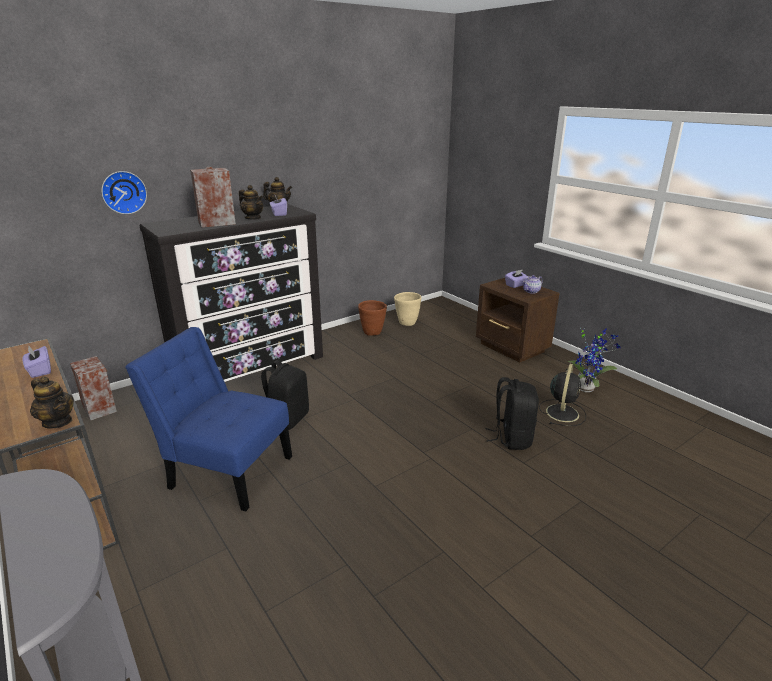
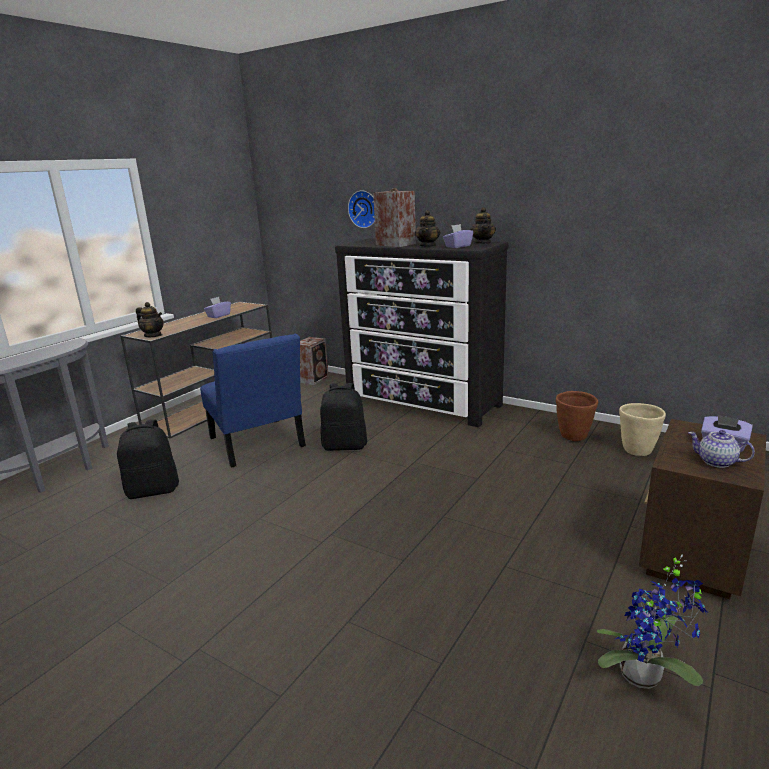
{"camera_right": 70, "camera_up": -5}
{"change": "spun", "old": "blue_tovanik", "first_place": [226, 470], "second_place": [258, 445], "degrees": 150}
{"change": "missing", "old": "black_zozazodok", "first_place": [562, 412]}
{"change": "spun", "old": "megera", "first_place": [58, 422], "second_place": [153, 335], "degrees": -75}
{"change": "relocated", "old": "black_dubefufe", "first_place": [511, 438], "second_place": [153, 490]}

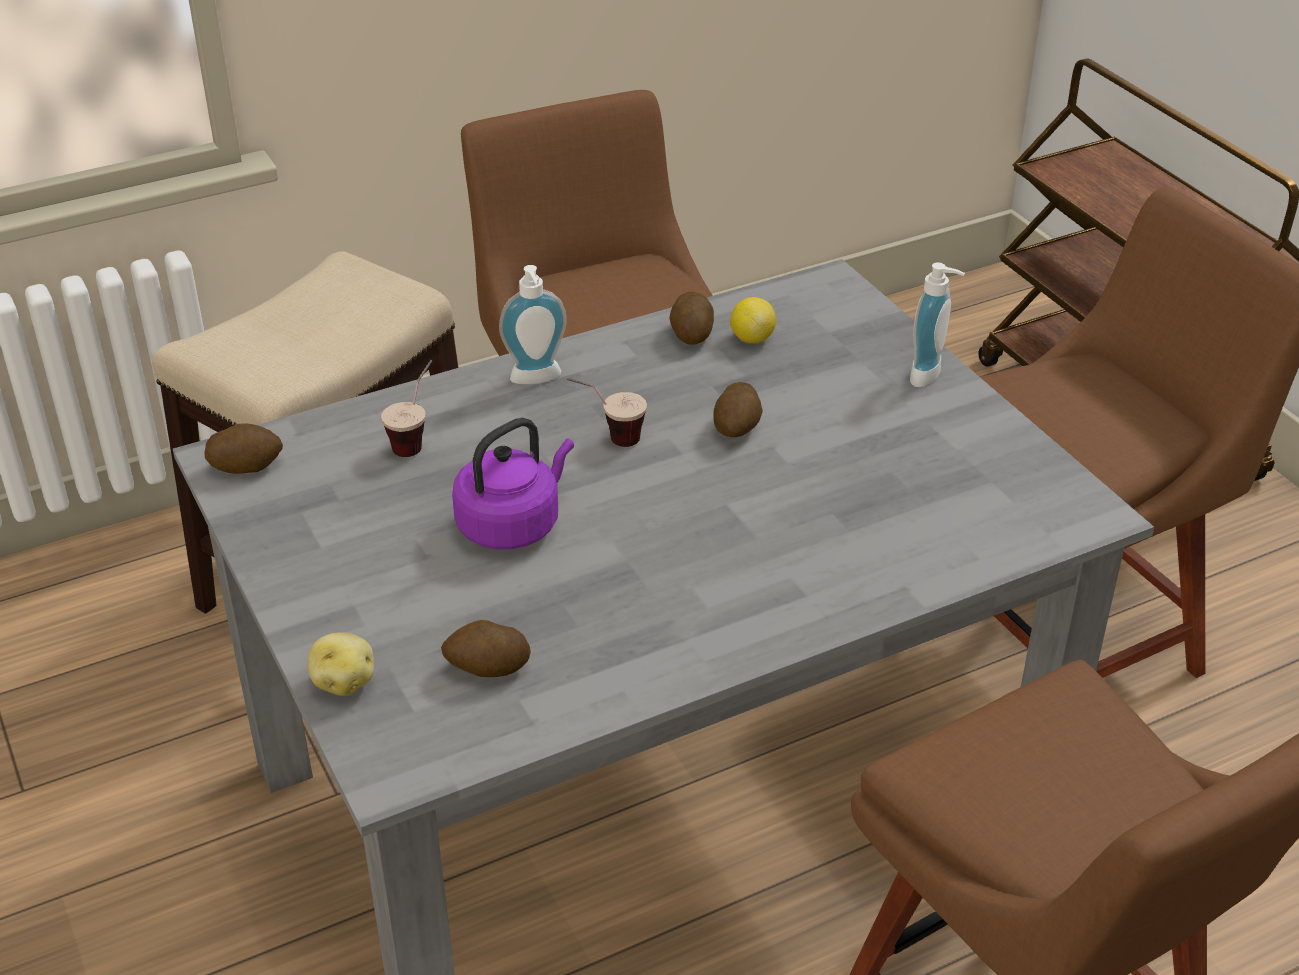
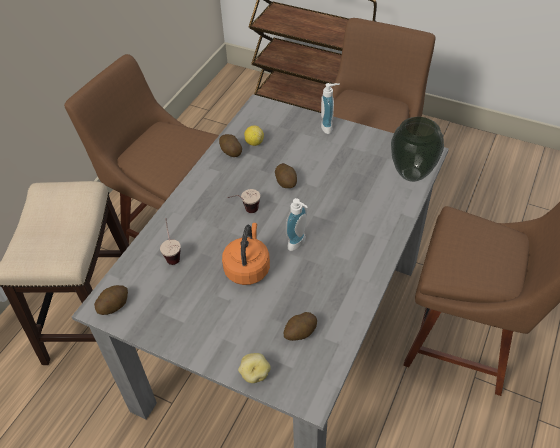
{"camera_right": -35, "camera_up": 10}
{"change": "relocated", "old": "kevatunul", "first_place": [537, 380], "second_place": [299, 244]}
{"change": "colour", "old": "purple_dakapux", "new": "orange_dakapux", "first_place": [513, 524], "second_place": [247, 268]}
{"change": "appeared", "new": "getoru", "second_place": [412, 175]}

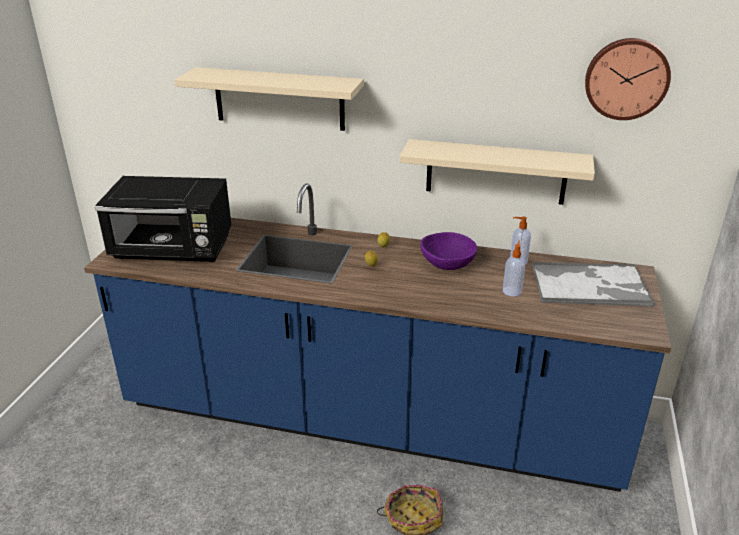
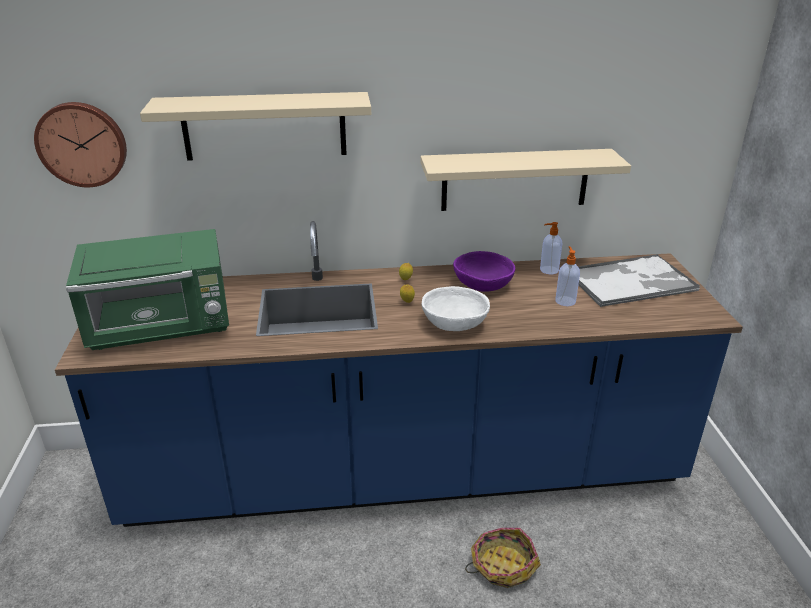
{"camera_right": -20, "camera_up": 0}
{"change": "relocated", "old": "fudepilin", "first_place": [626, 78], "second_place": [82, 144]}
{"change": "colour", "old": "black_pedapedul", "new": "green_pedapedul", "first_place": [174, 250], "second_place": [163, 326]}
{"change": "appeared", "new": "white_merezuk", "second_place": [454, 323]}

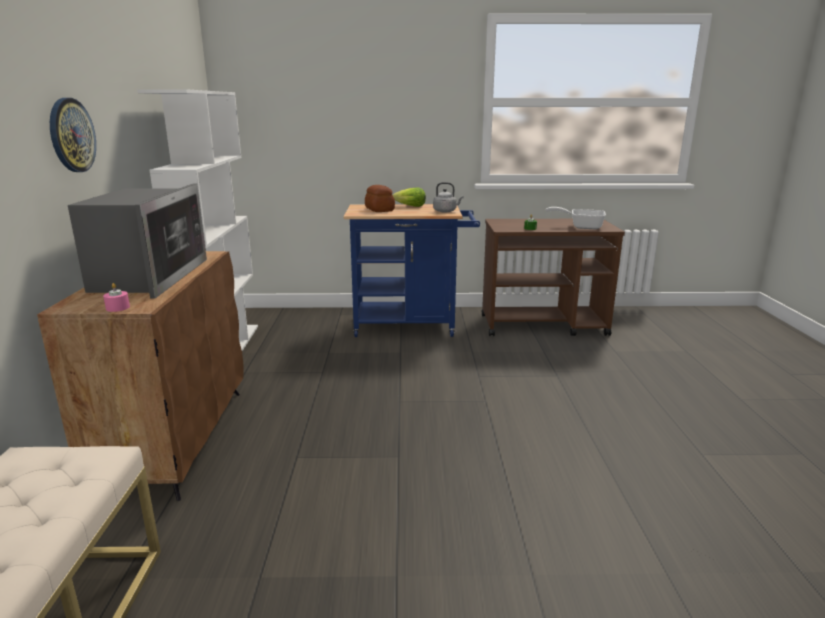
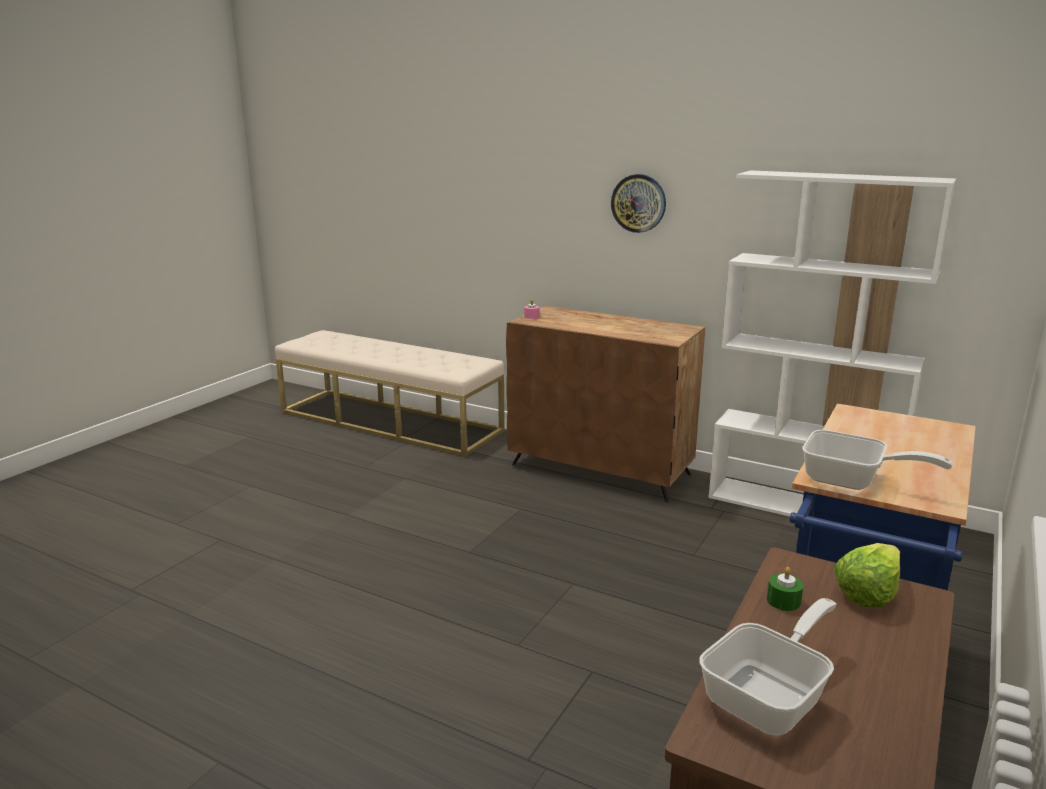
{"camera_right": 120, "camera_up": 0}
{"change": "exchanged", "old": "grey_dakapux", "new": "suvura", "first_place": [446, 211], "second_place": [852, 481]}
{"change": "missing", "old": "pedapedul", "first_place": [149, 276]}
{"change": "missing", "old": "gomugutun", "first_place": [380, 209]}
{"change": "relocated", "old": "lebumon", "first_place": [410, 206], "second_place": [867, 592]}

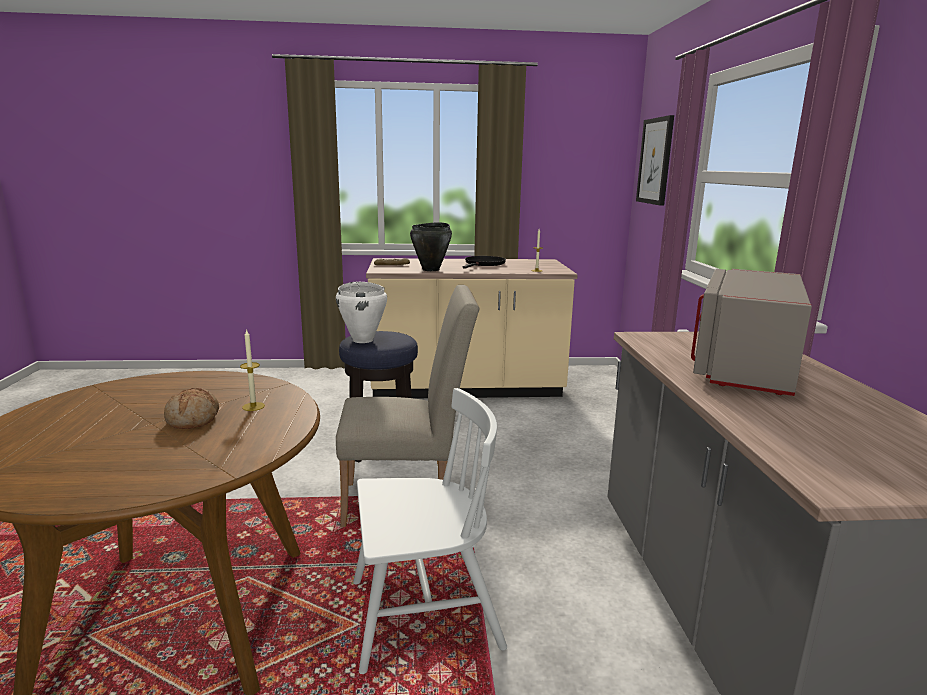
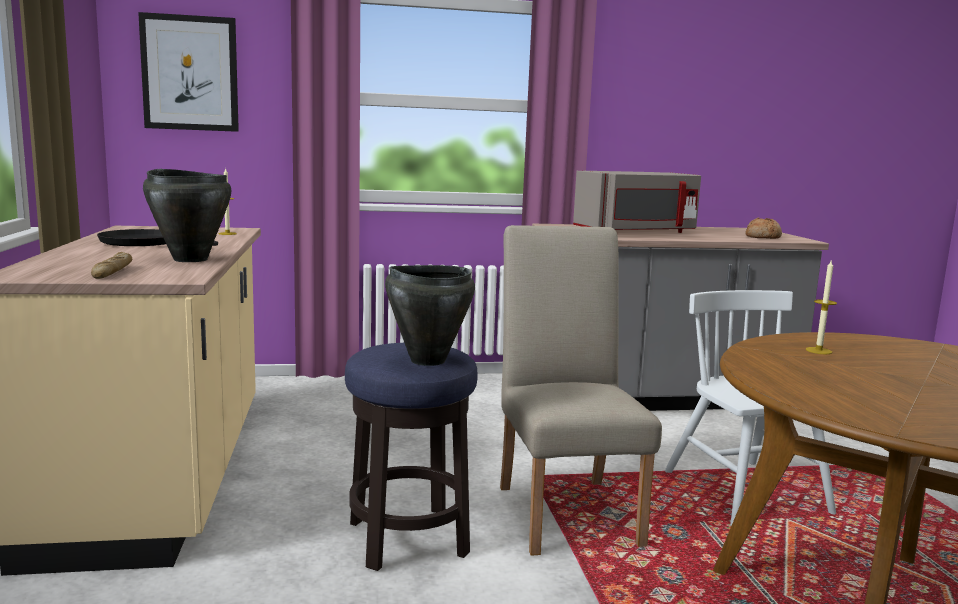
{"camera_right": -95, "camera_up": -5}
{"change": "spun", "old": "grey_pedapedul", "first_place": [742, 367], "second_place": [637, 232], "degrees": -45}
{"change": "colour", "old": "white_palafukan", "new": "black_palafukan", "first_place": [363, 340], "second_place": [427, 360]}
{"change": "relocated", "old": "gomugutun", "first_place": [194, 419], "second_place": [762, 237]}

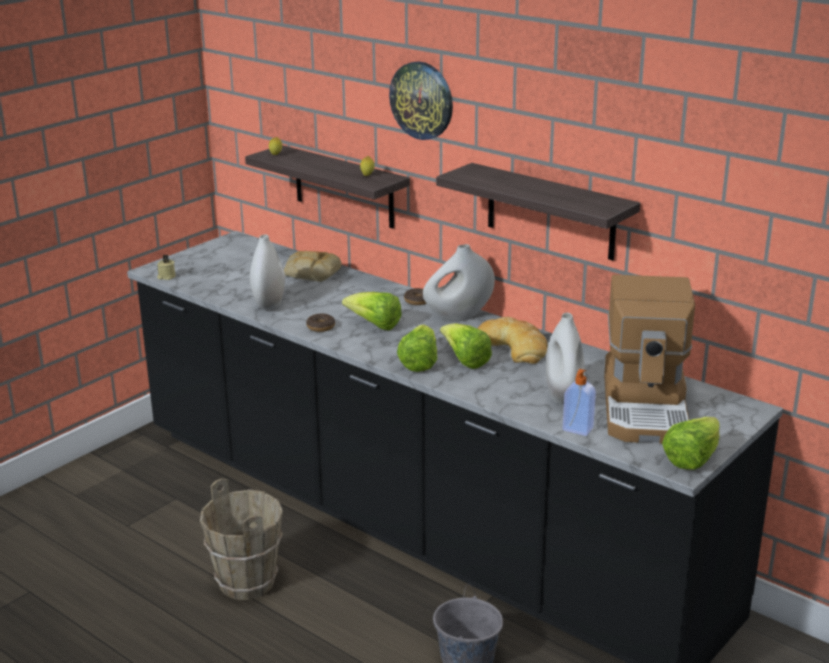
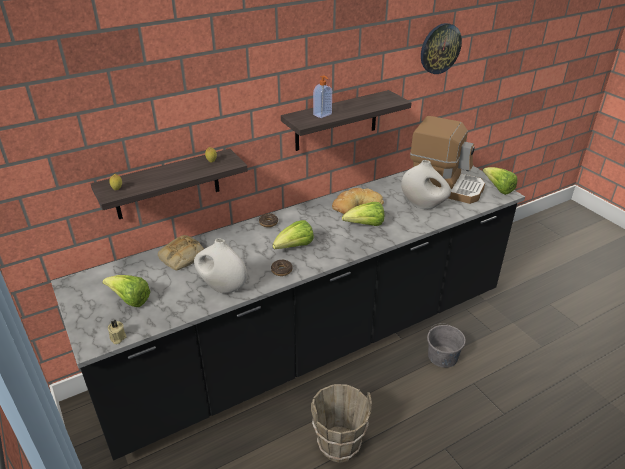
{"camera_right": -70, "camera_up": 10}
{"change": "relocated", "old": "fudepilin", "first_place": [422, 100], "second_place": [440, 48]}
{"change": "missing", "old": "white_getoru", "first_place": [458, 317]}
{"change": "relocated", "old": "lebumon", "first_place": [419, 362], "second_place": [130, 300]}
{"change": "relocated", "old": "kevatunul", "first_place": [577, 429], "second_place": [323, 115]}

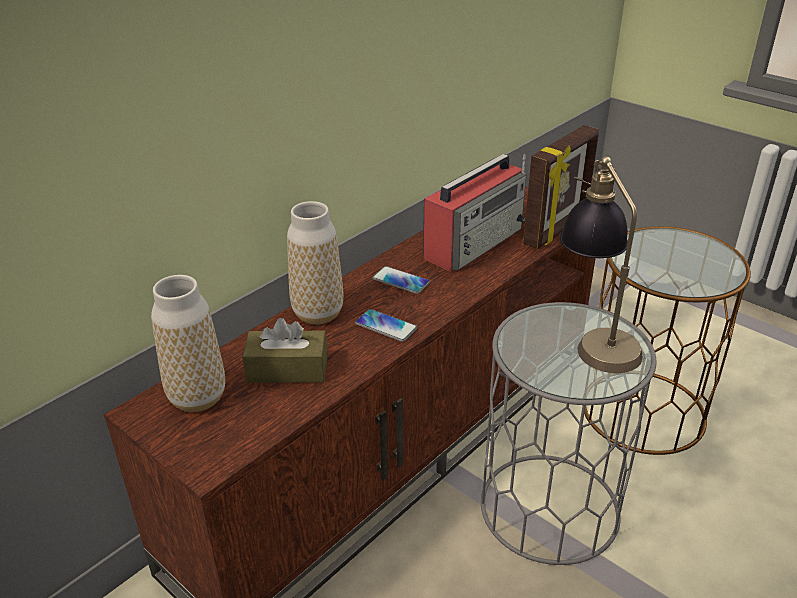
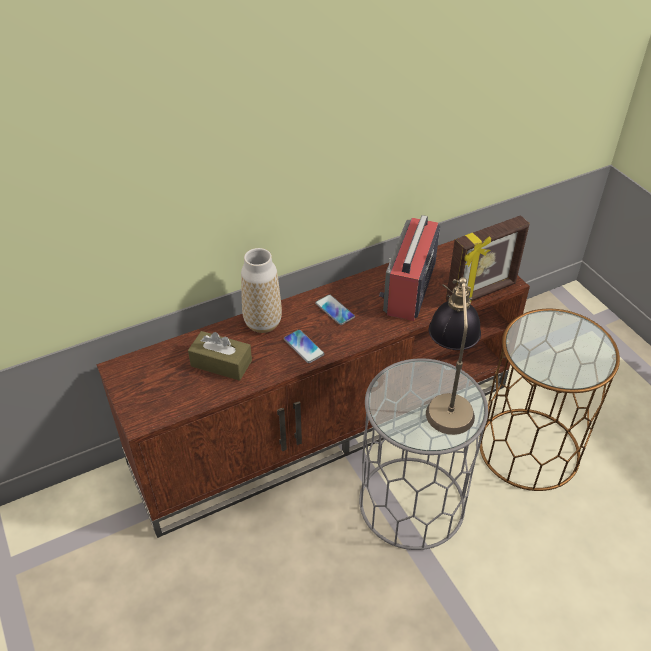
{"camera_right": 20, "camera_up": 10}
{"change": "spun", "old": "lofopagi", "first_place": [474, 242], "second_place": [409, 289], "degrees": 135}
{"change": "missing", "old": "getoru", "first_place": [197, 397]}

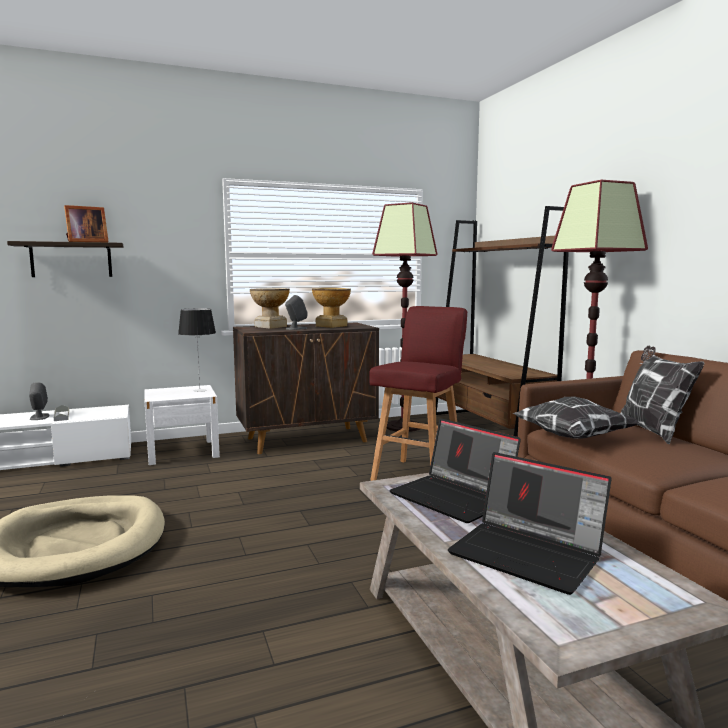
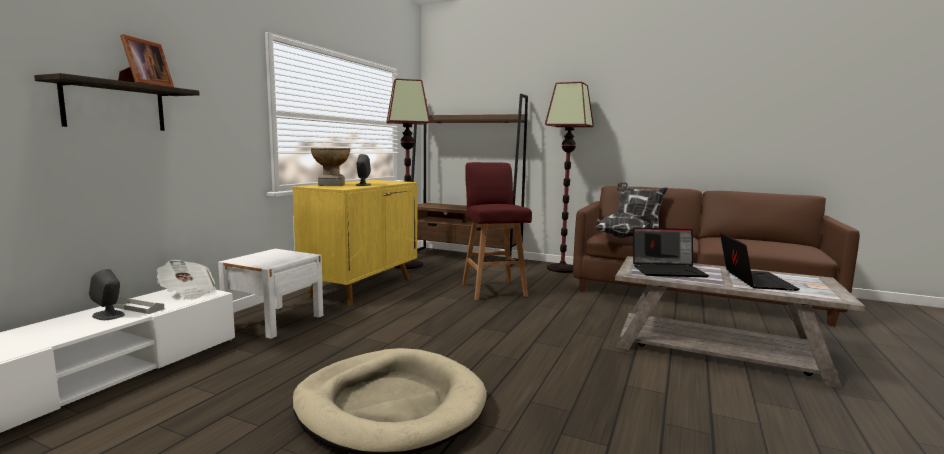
{"camera_right": -45, "camera_up": 0}
{"change": "missing", "old": "getoru", "first_place": [331, 326]}
{"change": "missing", "old": "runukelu", "first_place": [200, 390]}
{"change": "colour", "old": "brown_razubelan", "new": "yellow_razubelan", "first_place": [308, 440], "second_place": [362, 287]}
{"change": "spun", "old": "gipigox", "first_place": [529, 554], "second_place": [753, 280], "degrees": -75}
{"change": "appeared", "new": "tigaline", "second_place": [187, 293]}

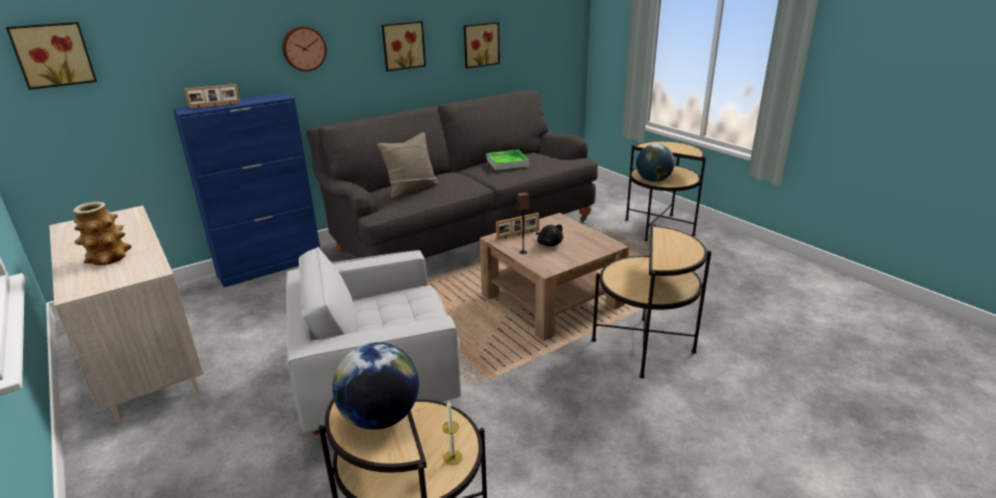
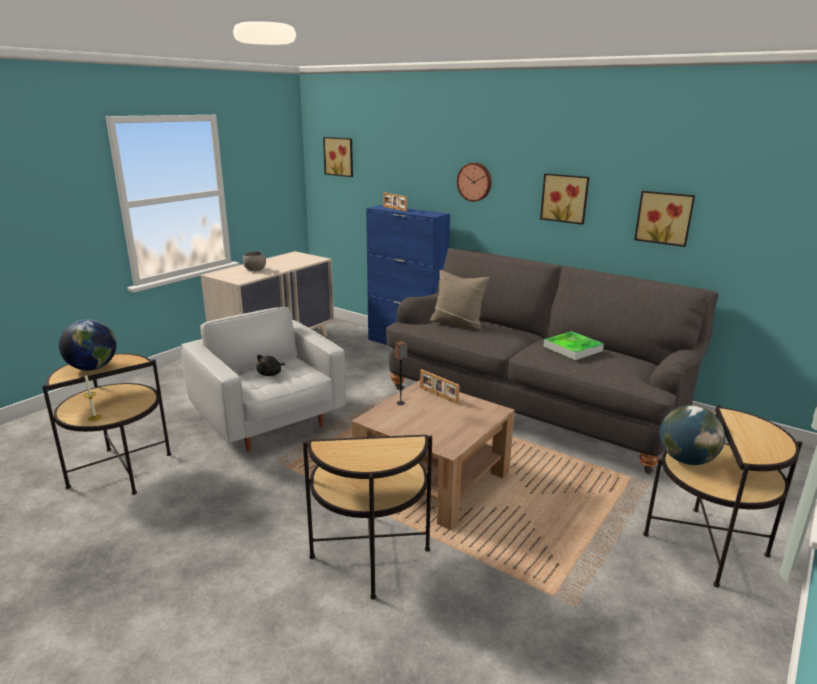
{"camera_right": 70, "camera_up": -5}
{"change": "exchanged", "old": "getoru", "new": "grey_merezuk", "first_place": [108, 258], "second_place": [255, 270]}
{"change": "relocated", "old": "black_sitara", "first_place": [549, 244], "second_place": [270, 374]}

